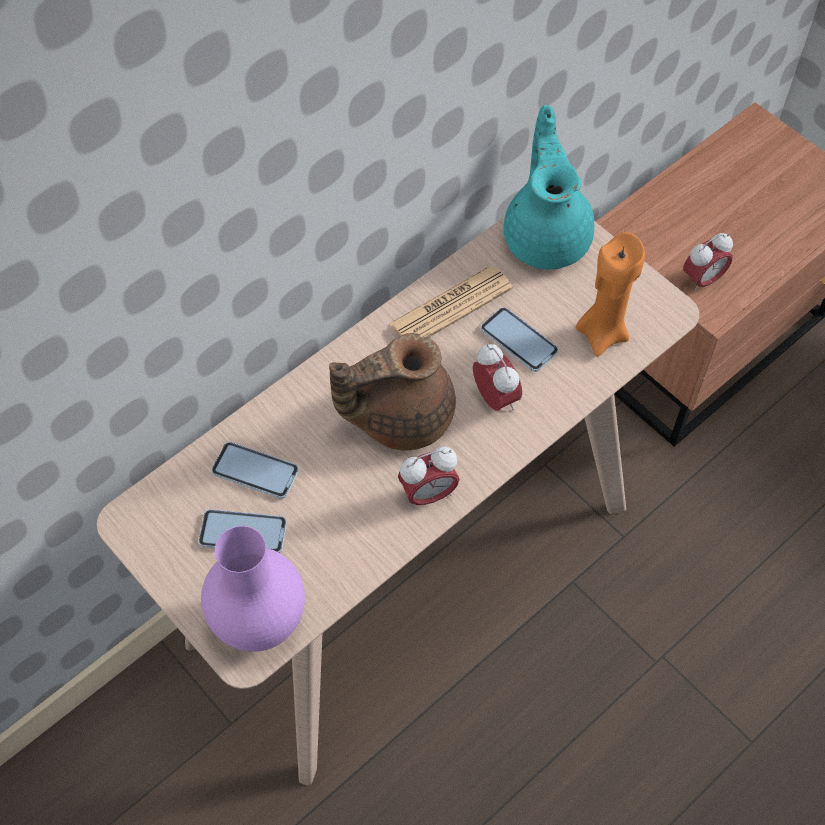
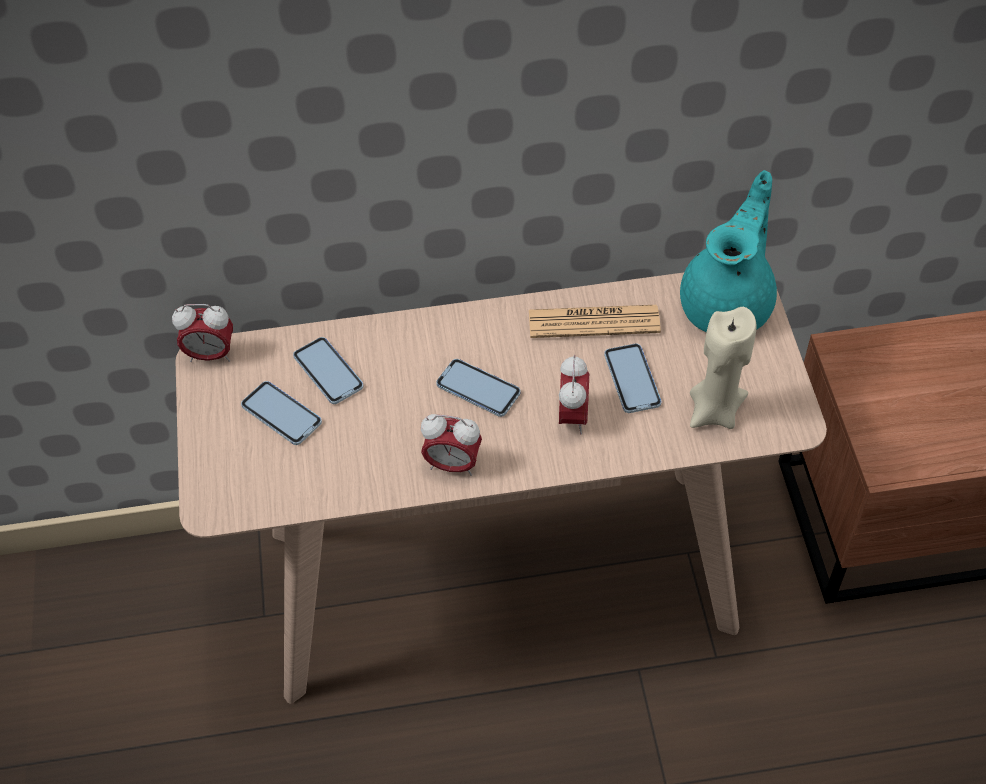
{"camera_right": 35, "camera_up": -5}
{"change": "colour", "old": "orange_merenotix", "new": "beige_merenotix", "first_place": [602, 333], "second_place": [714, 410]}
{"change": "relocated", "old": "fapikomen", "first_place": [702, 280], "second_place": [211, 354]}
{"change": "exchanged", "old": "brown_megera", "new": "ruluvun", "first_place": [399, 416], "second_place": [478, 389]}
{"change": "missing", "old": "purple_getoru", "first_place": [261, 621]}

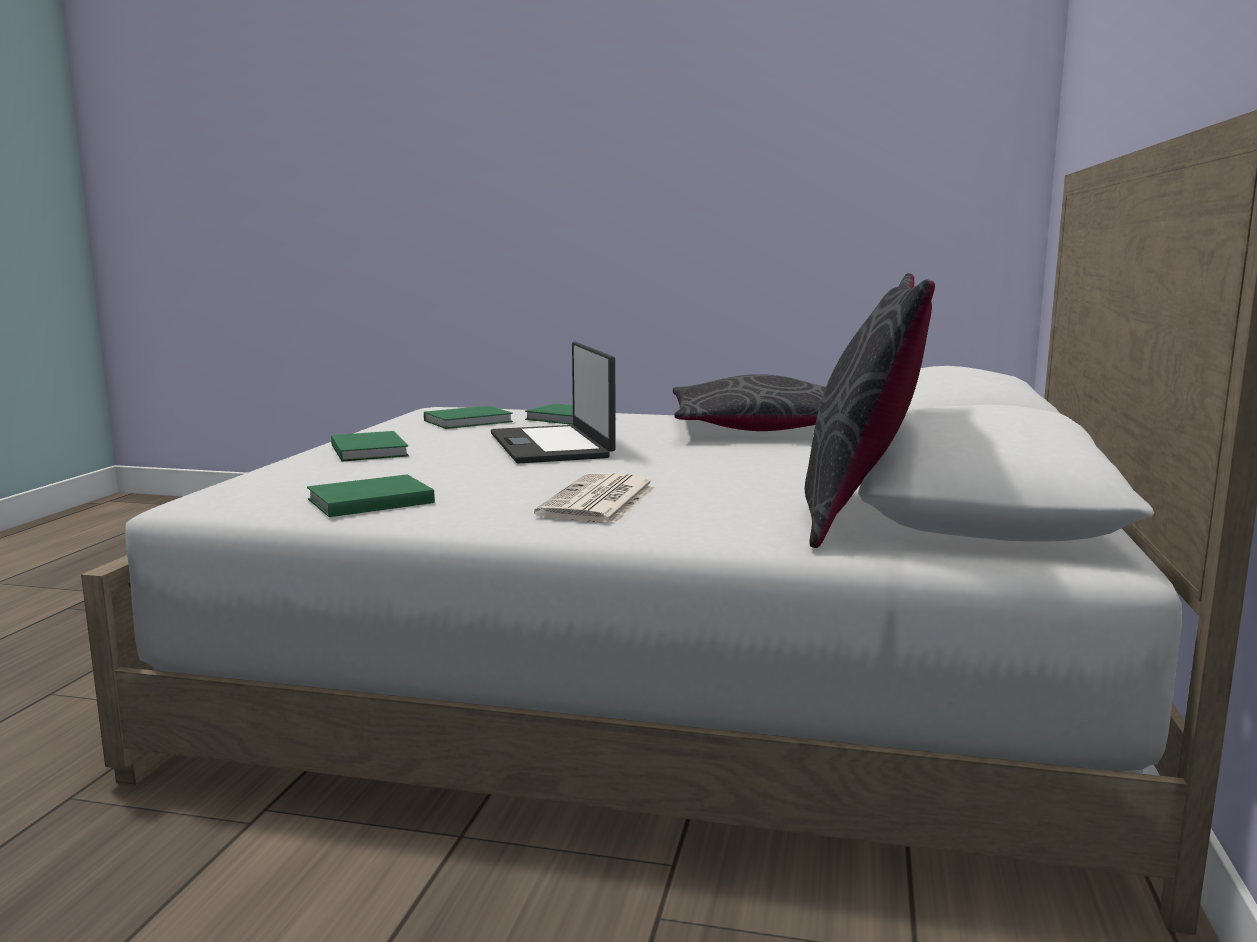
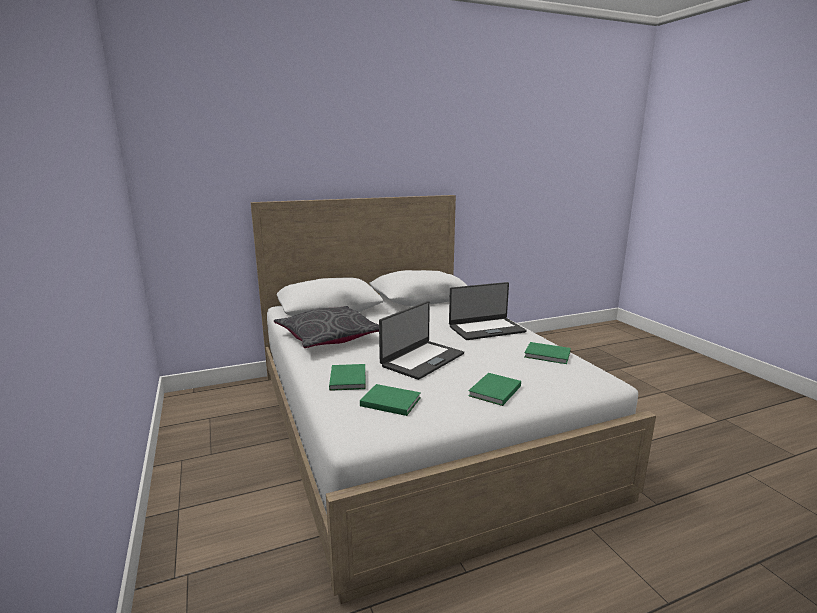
{"camera_right": -125, "camera_up": 5}
{"change": "missing", "old": "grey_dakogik", "first_place": [859, 515]}
{"change": "exchanged", "old": "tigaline", "new": "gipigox", "first_place": [600, 501], "second_place": [486, 329]}

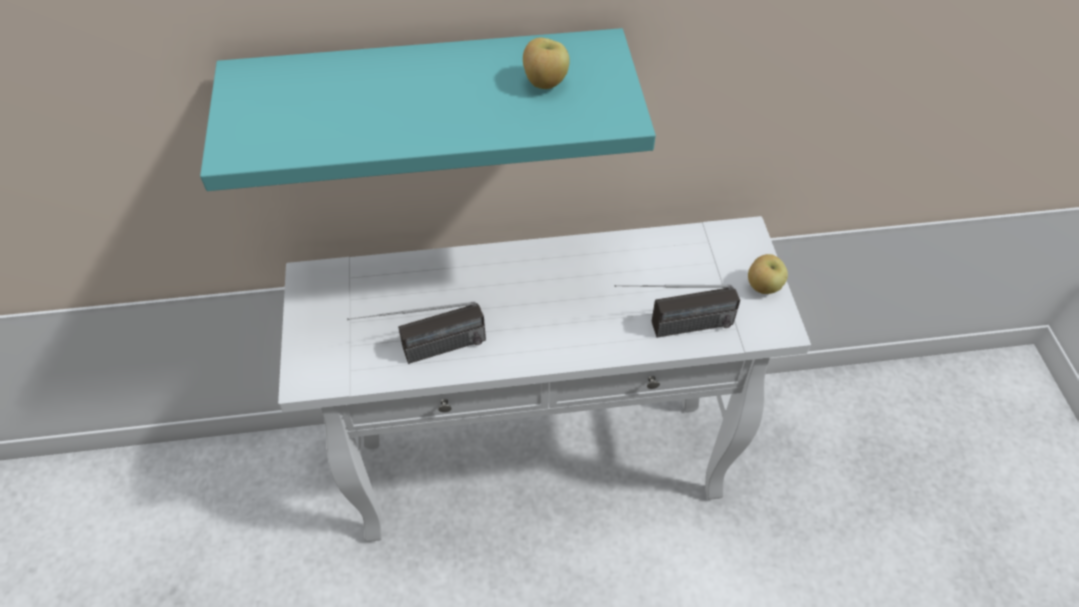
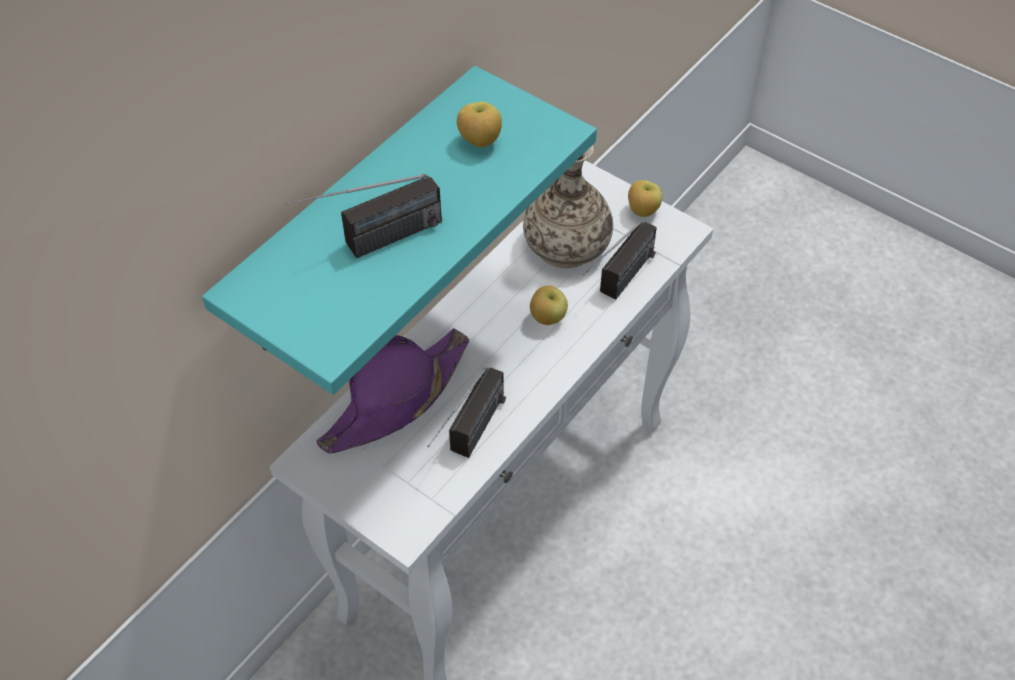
{"camera_right": -45, "camera_up": 0}
{"change": "appeared", "new": "getoru", "second_place": [566, 245]}
{"change": "appeared", "new": "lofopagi", "second_place": [371, 244]}
{"change": "appeared", "new": "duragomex", "second_place": [547, 318]}
{"change": "appeared", "new": "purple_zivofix", "second_place": [395, 399]}

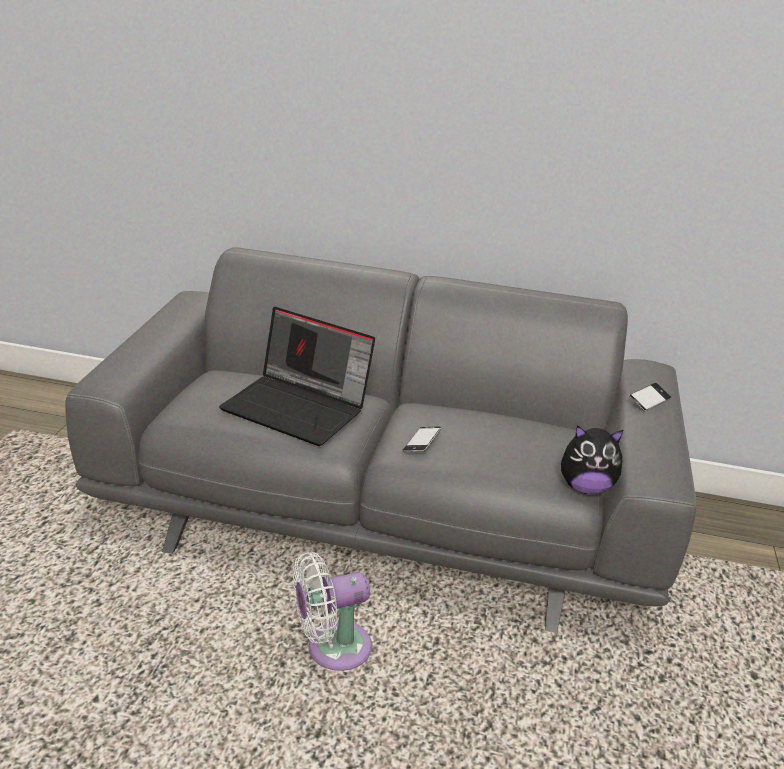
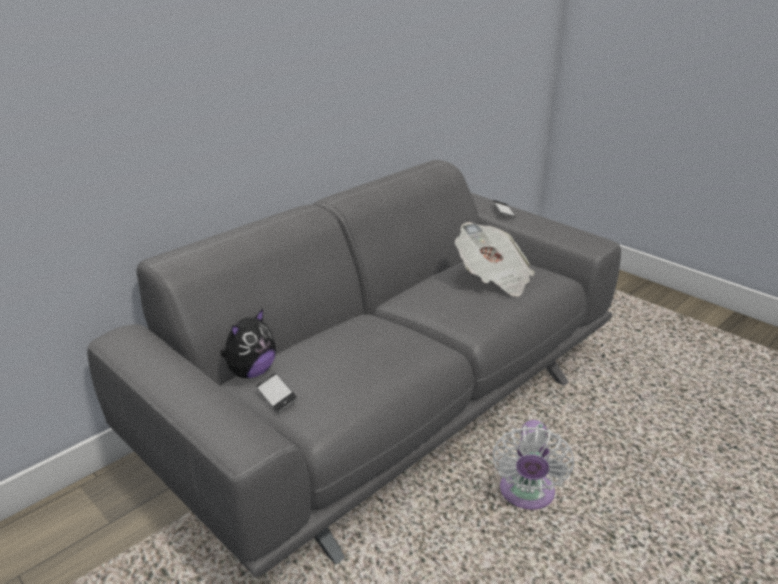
{"camera_right": -55, "camera_up": 0}
{"change": "missing", "old": "gipigox", "first_place": [299, 407]}
{"change": "relocated", "old": "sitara", "first_place": [585, 487], "second_place": [251, 372]}
{"change": "relocated", "old": "ruluvun", "first_place": [421, 443], "second_place": [276, 396]}
{"change": "appeared", "new": "tigaline", "second_place": [493, 278]}

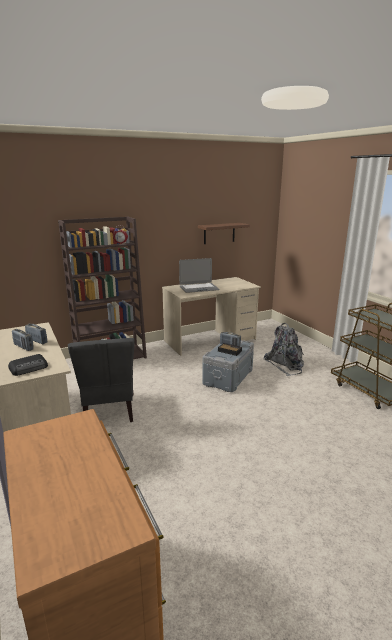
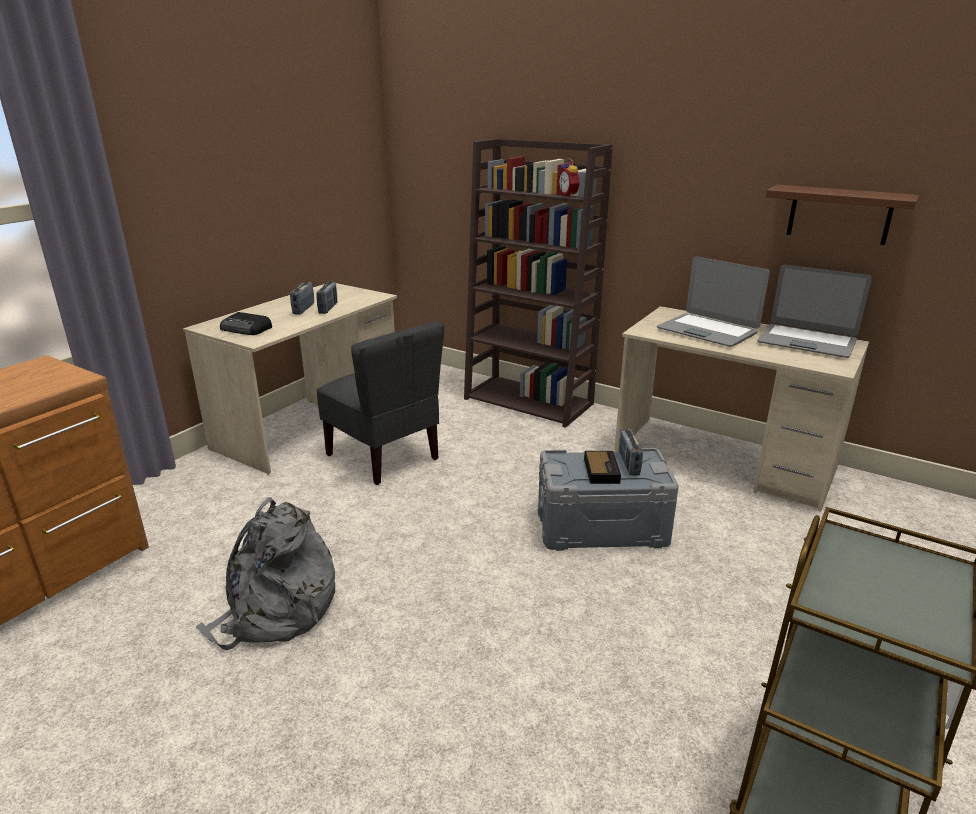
{"camera_right": 60, "camera_up": 5}
{"change": "relocated", "old": "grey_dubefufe", "first_place": [285, 364], "second_place": [276, 611]}
{"change": "spun", "old": "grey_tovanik", "first_place": [109, 410], "second_place": [384, 456], "degrees": -90}
{"change": "appeared", "new": "gipigox", "second_place": [806, 342]}

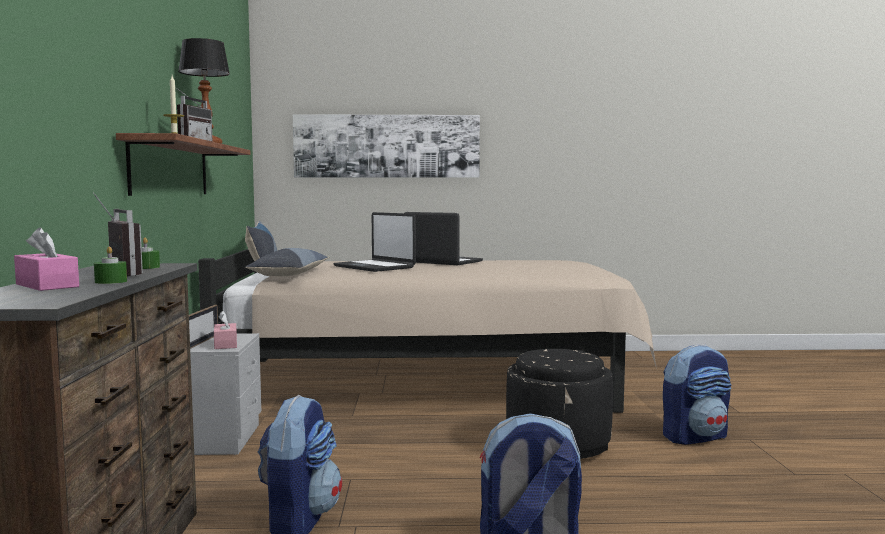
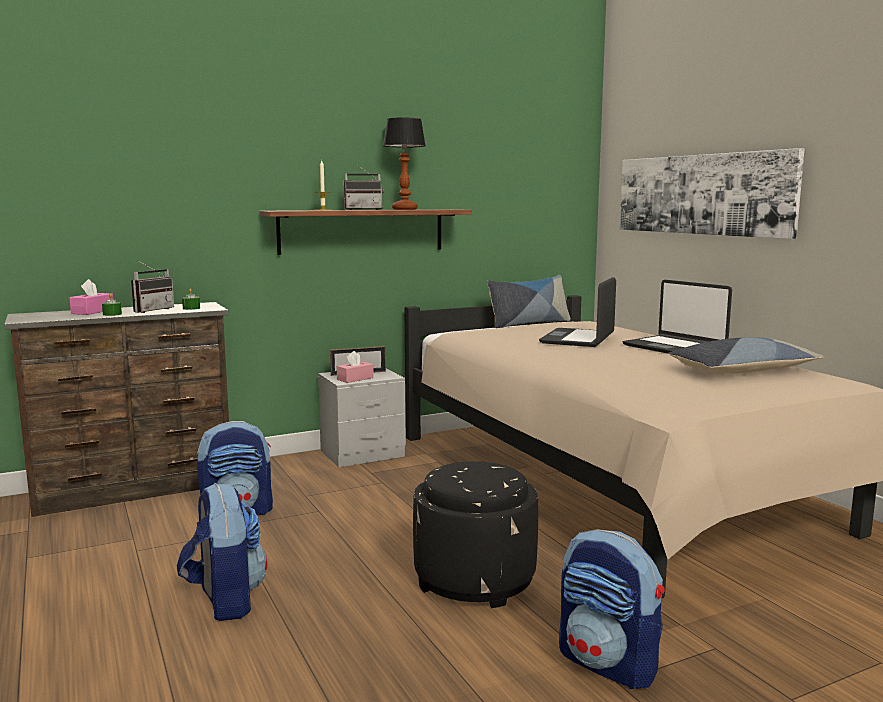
{"camera_right": 65, "camera_up": 5}
{"change": "spun", "old": "gipigox", "first_place": [443, 262], "second_place": [674, 348], "degrees": 135}
{"change": "relocated", "old": "dakogik", "first_place": [290, 274], "second_place": [742, 371]}

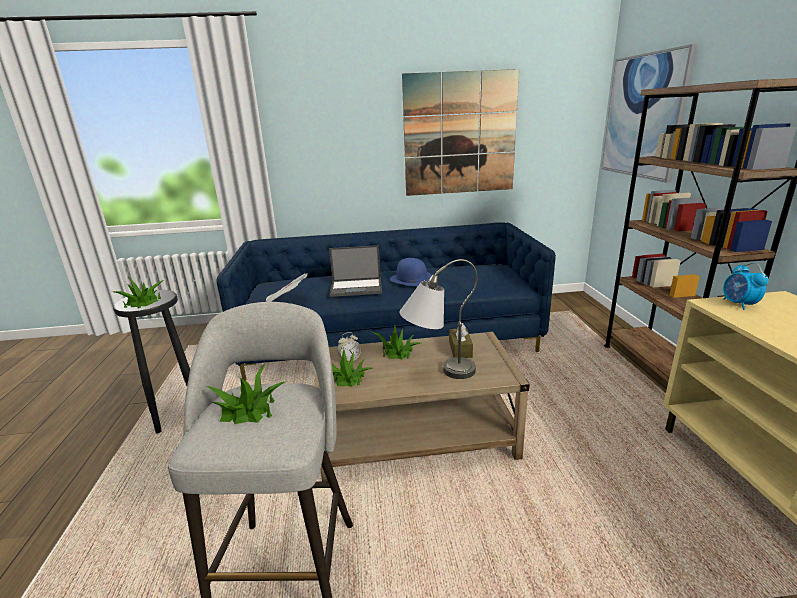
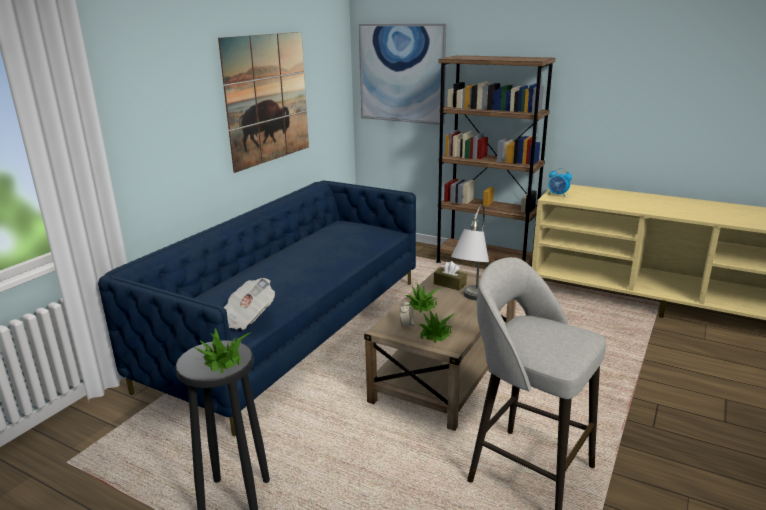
{"camera_right": -55, "camera_up": 0}
{"change": "missing", "old": "gipigox", "first_place": [357, 287]}
{"change": "missing", "old": "blue_zivofix", "first_place": [411, 279]}
{"change": "missing", "old": "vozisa", "first_place": [249, 410]}

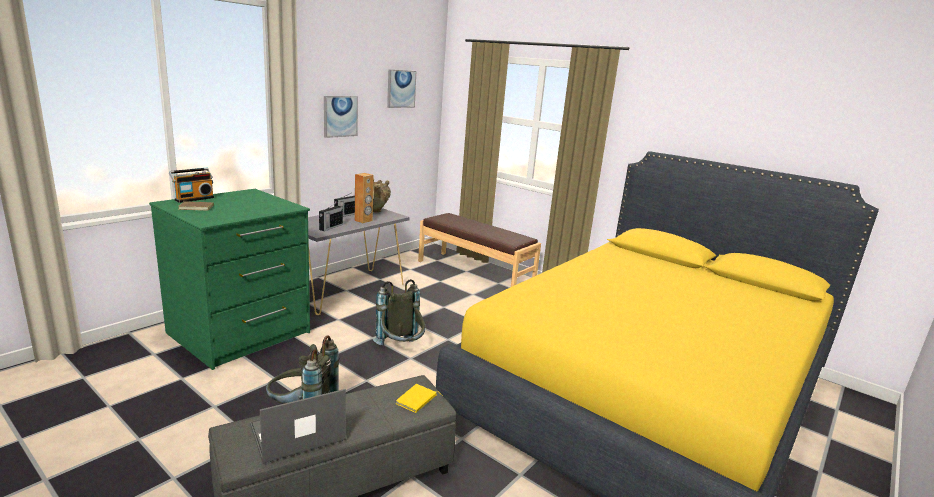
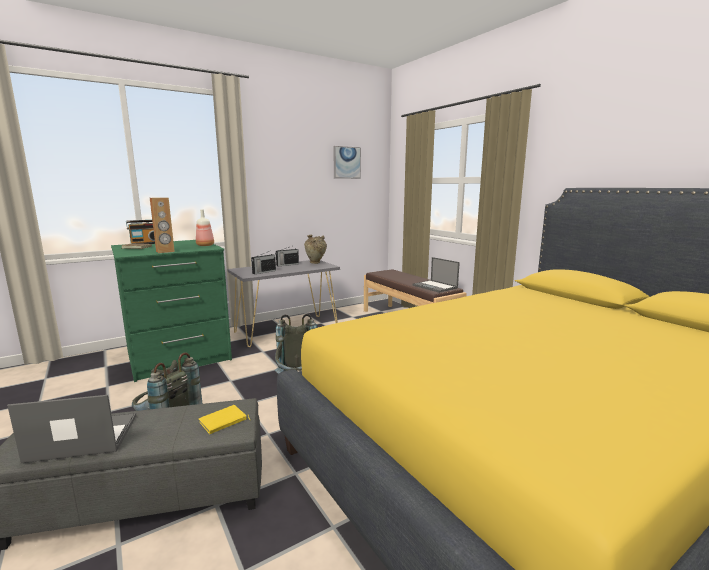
{"camera_right": 20, "camera_up": -5}
{"change": "missing", "old": "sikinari", "first_place": [340, 116]}
{"change": "relocated", "old": "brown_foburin", "first_place": [363, 221], "second_place": [165, 251]}
{"change": "appeared", "new": "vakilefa", "second_place": [205, 245]}
{"change": "appeared", "new": "gipigox", "second_place": [435, 286]}

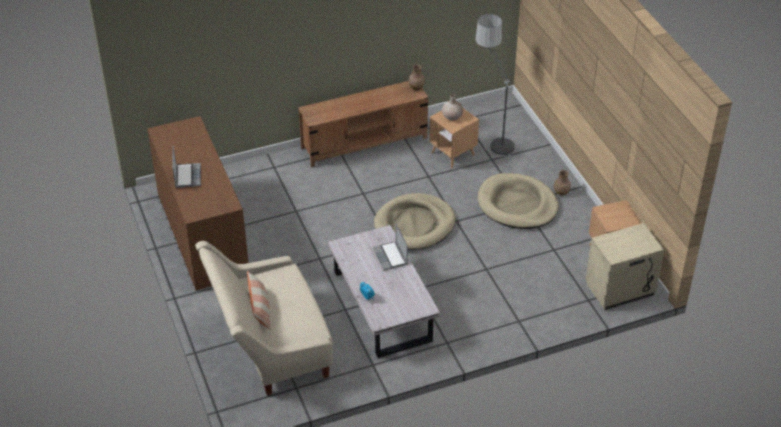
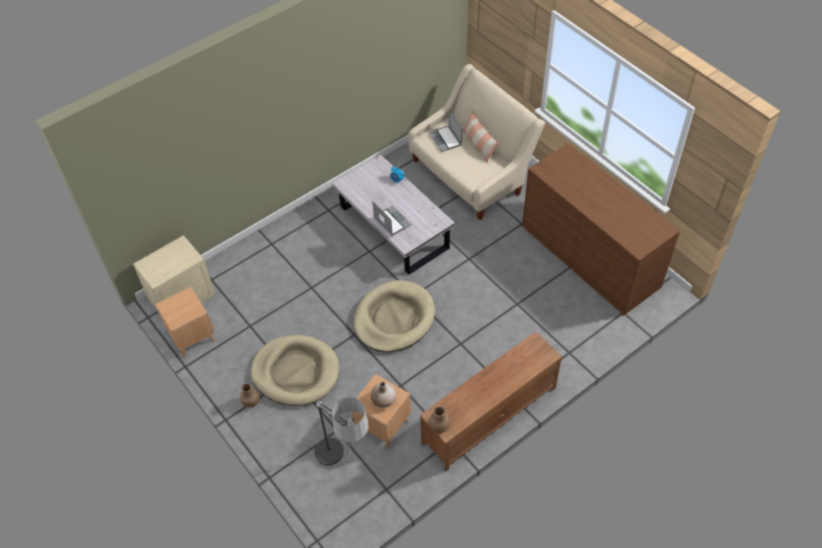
{"camera_right": 165, "camera_up": 10}
{"change": "relocated", "old": "gipigox", "first_place": [187, 176], "second_place": [446, 139]}

